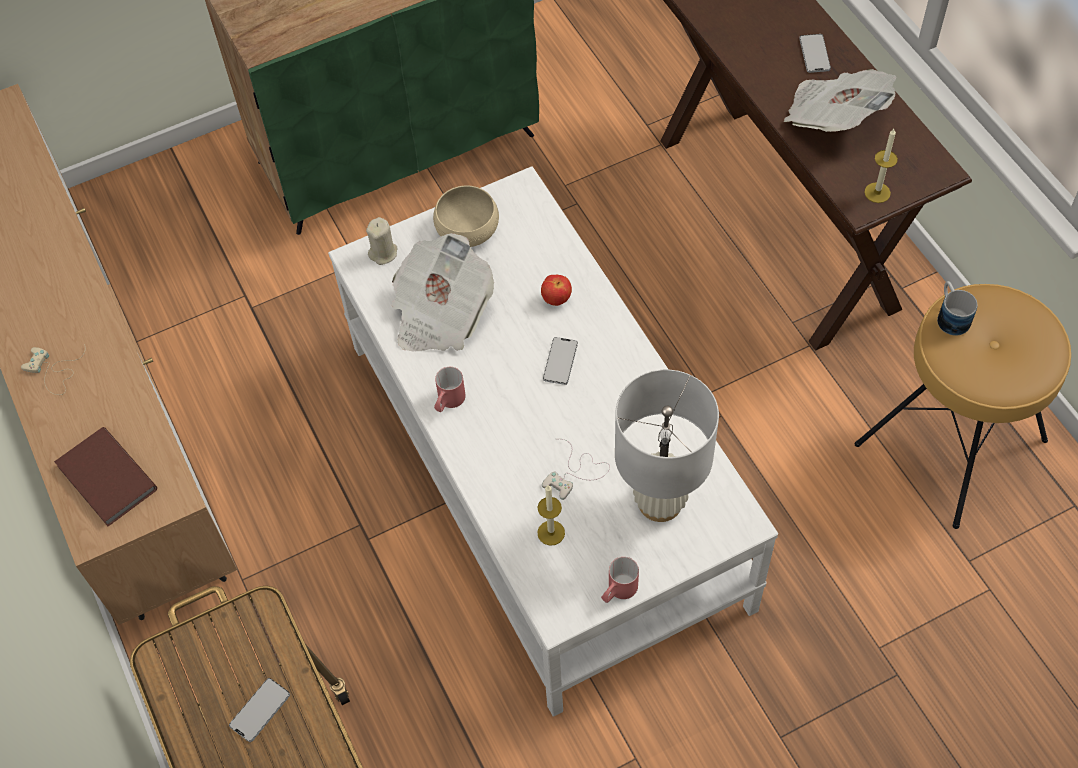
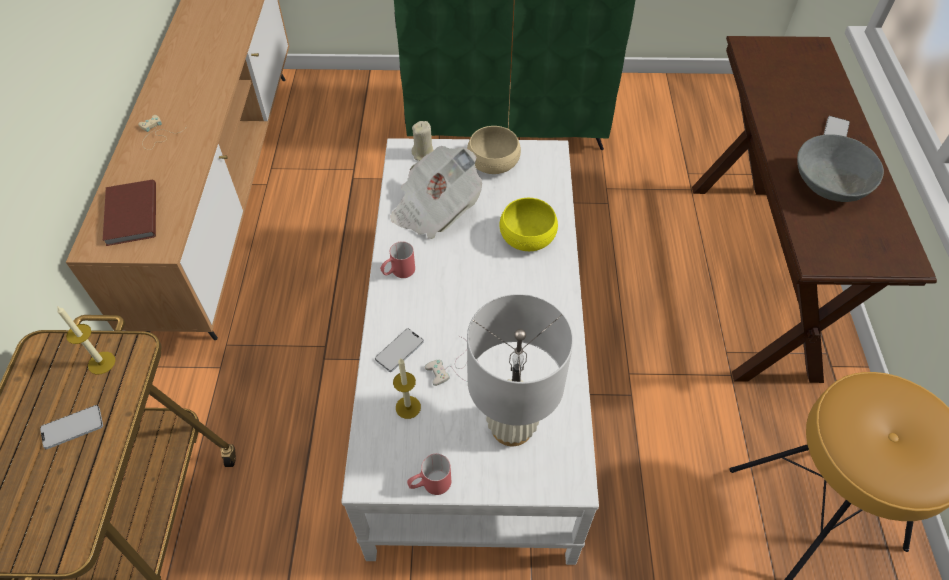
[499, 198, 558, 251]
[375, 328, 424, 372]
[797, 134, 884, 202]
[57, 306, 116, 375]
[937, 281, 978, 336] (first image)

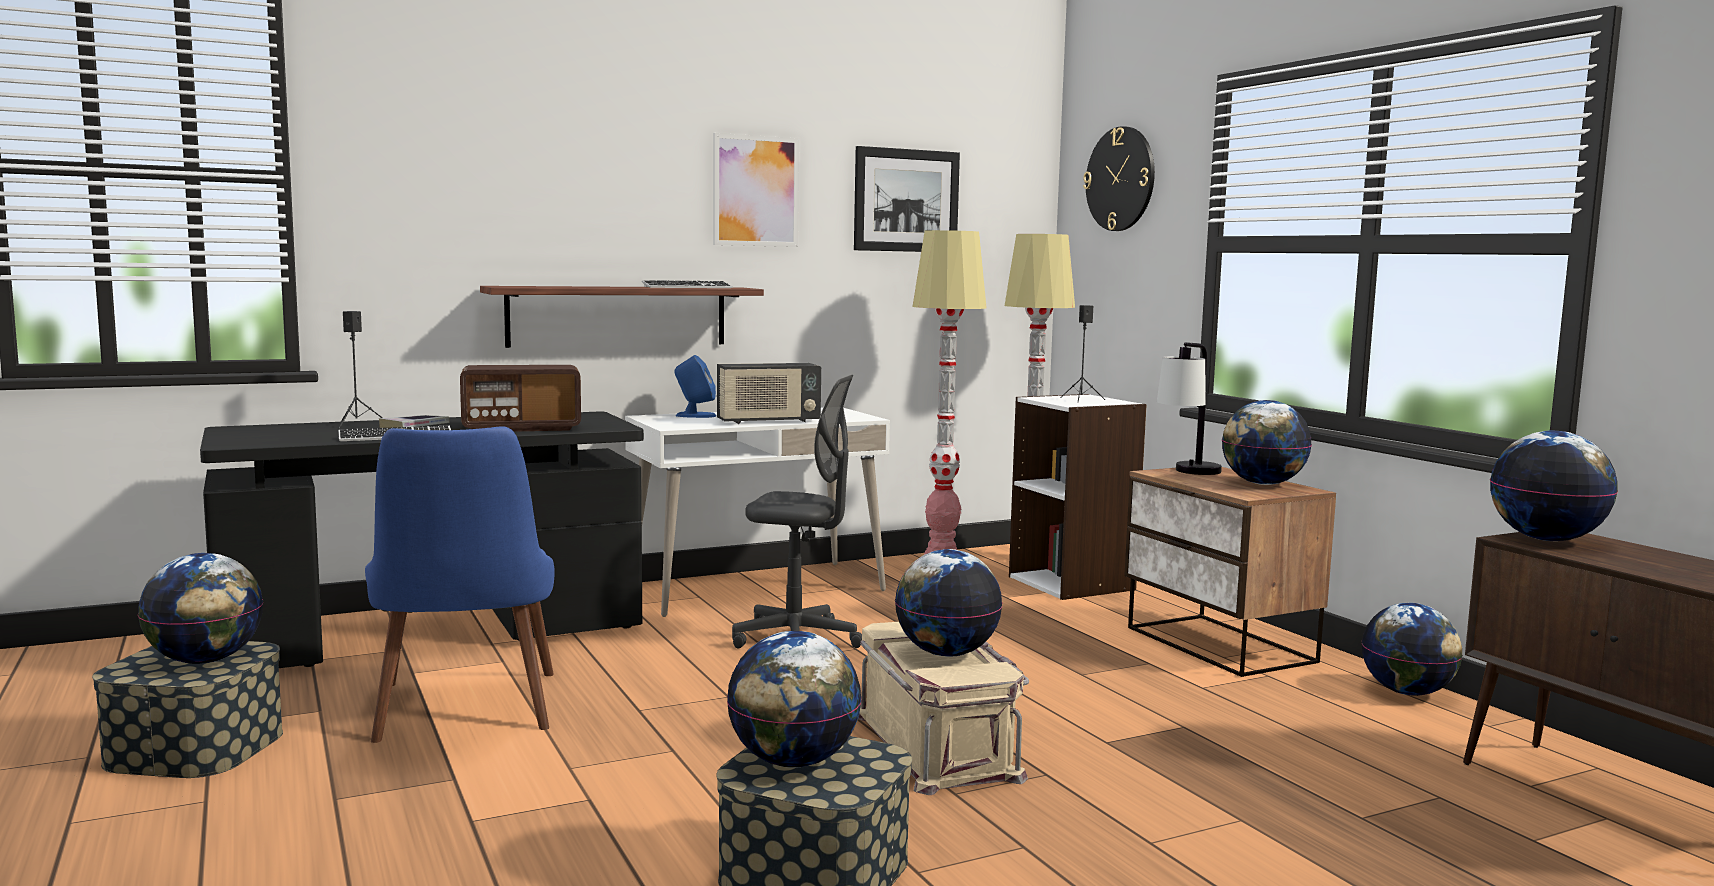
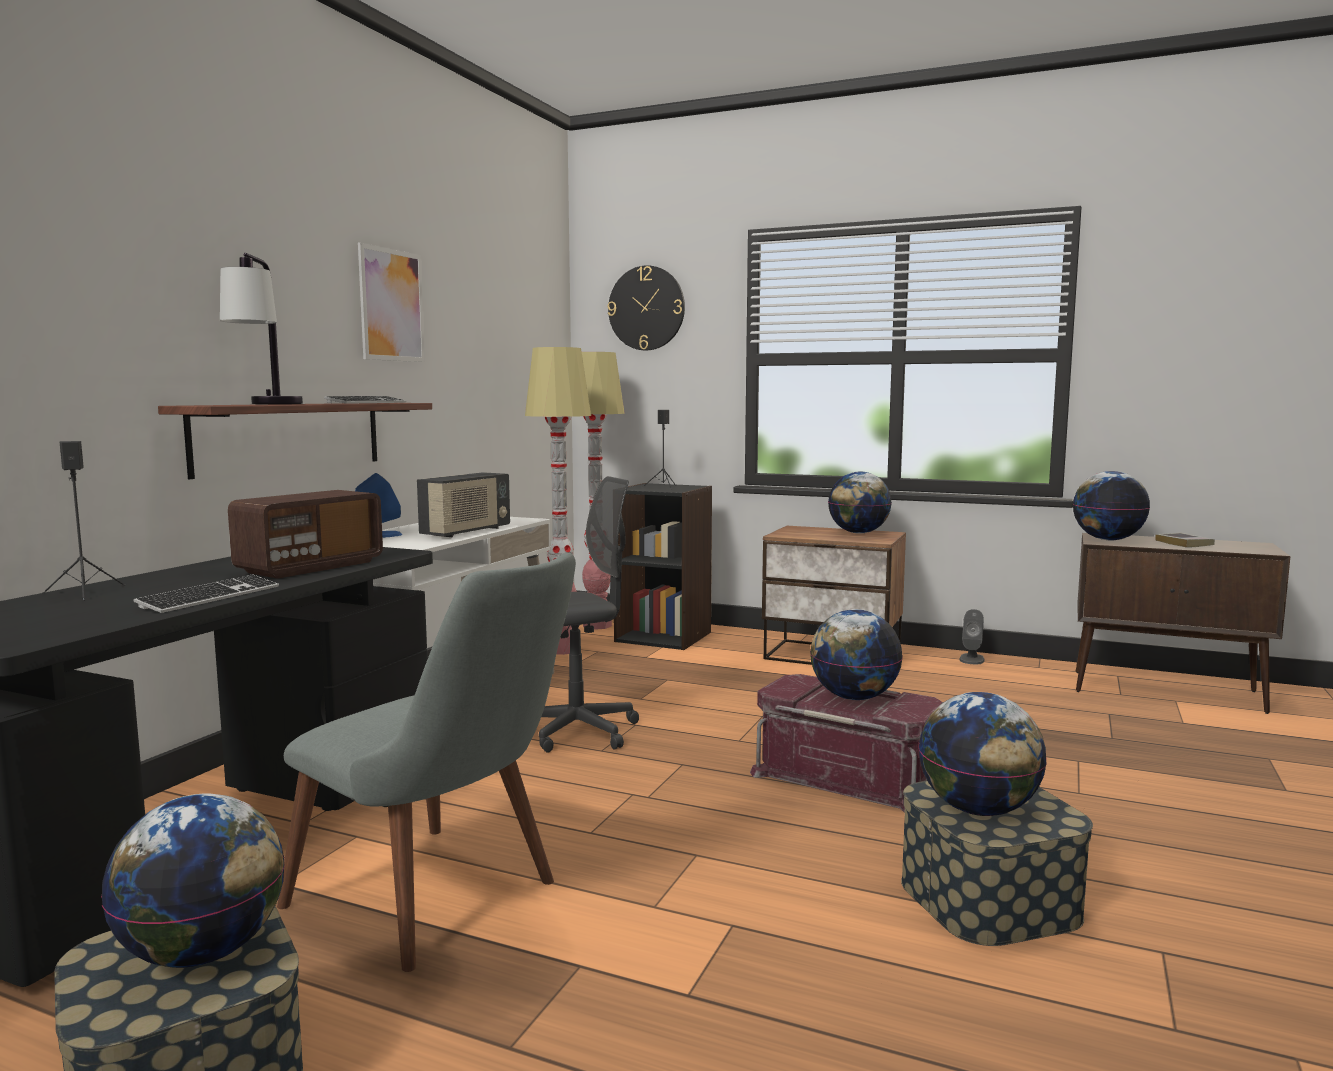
[277, 553, 576, 972]
[1156, 533, 1215, 548]
[854, 146, 960, 252] (first image)
[750, 674, 943, 813]
[614, 483, 712, 650]
[220, 253, 303, 404]
[960, 609, 985, 664]

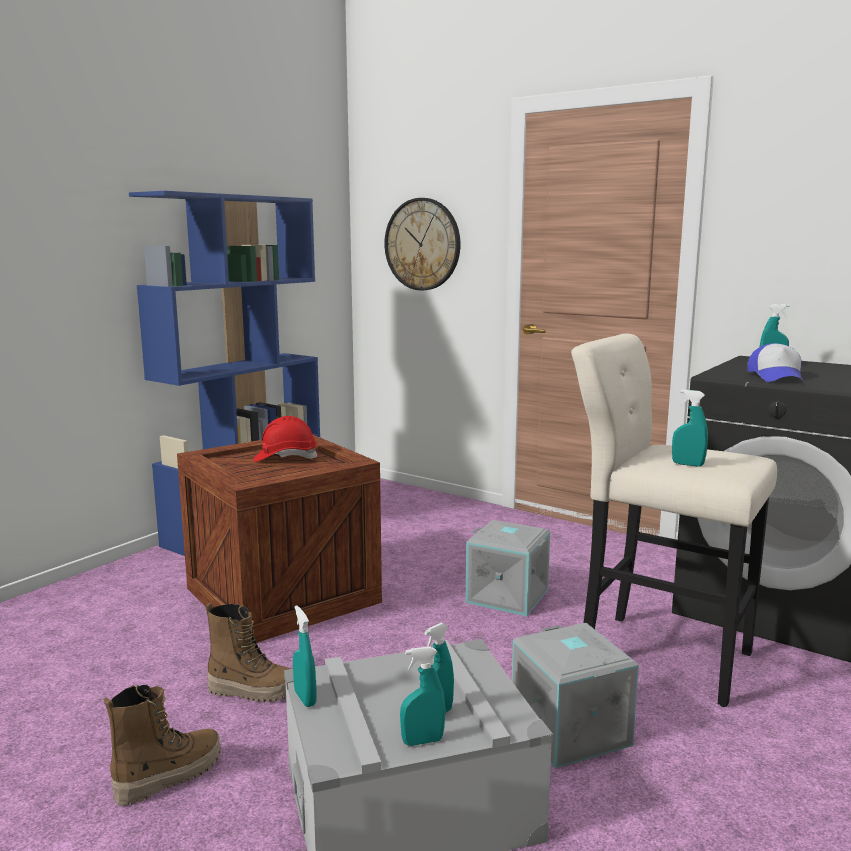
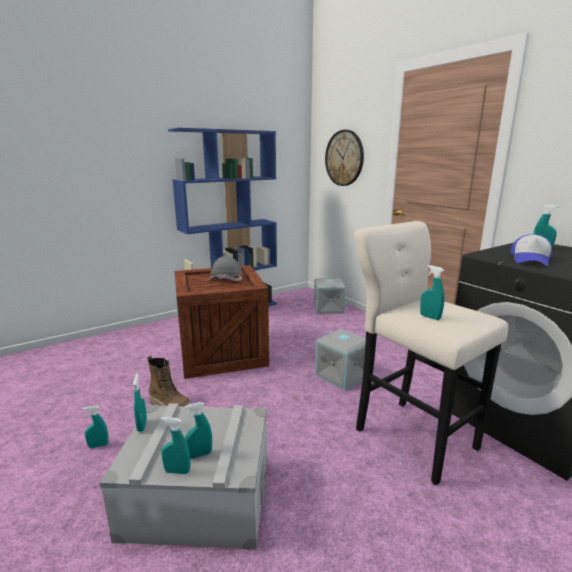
[83, 406, 109, 448]
[207, 256, 242, 281]
[314, 278, 346, 314]

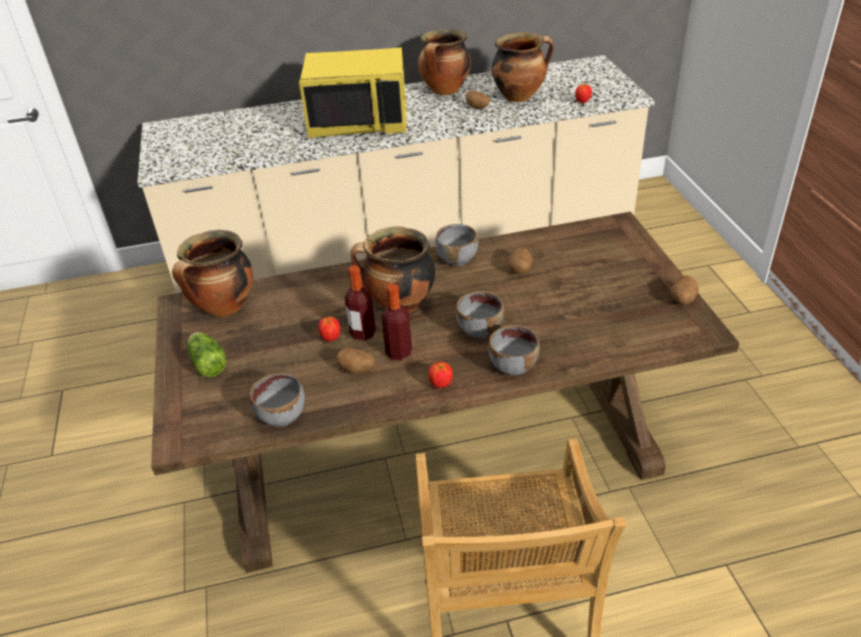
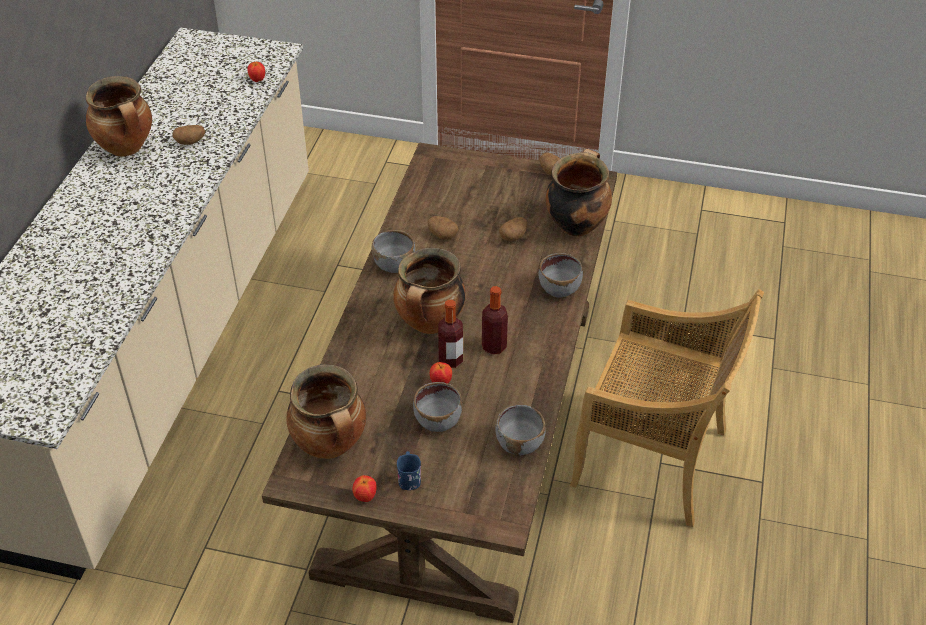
[397, 451, 421, 490]
[299, 47, 406, 138] (first image)
[499, 217, 528, 241]
[353, 475, 377, 502]
[413, 382, 462, 432]
[546, 149, 612, 236]

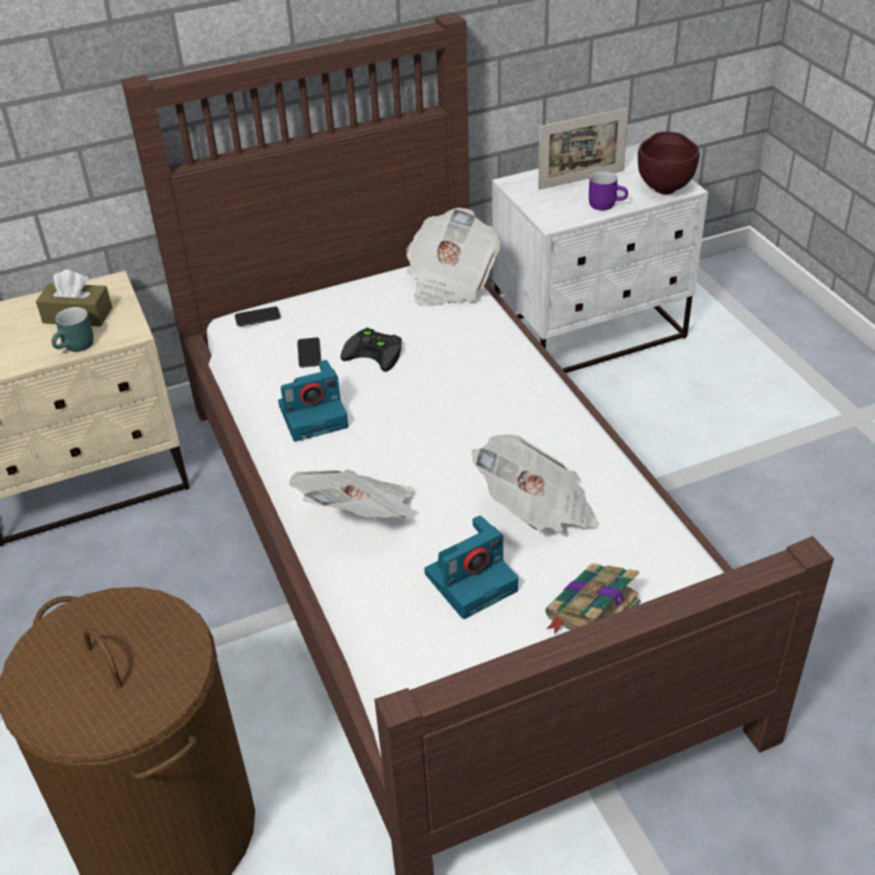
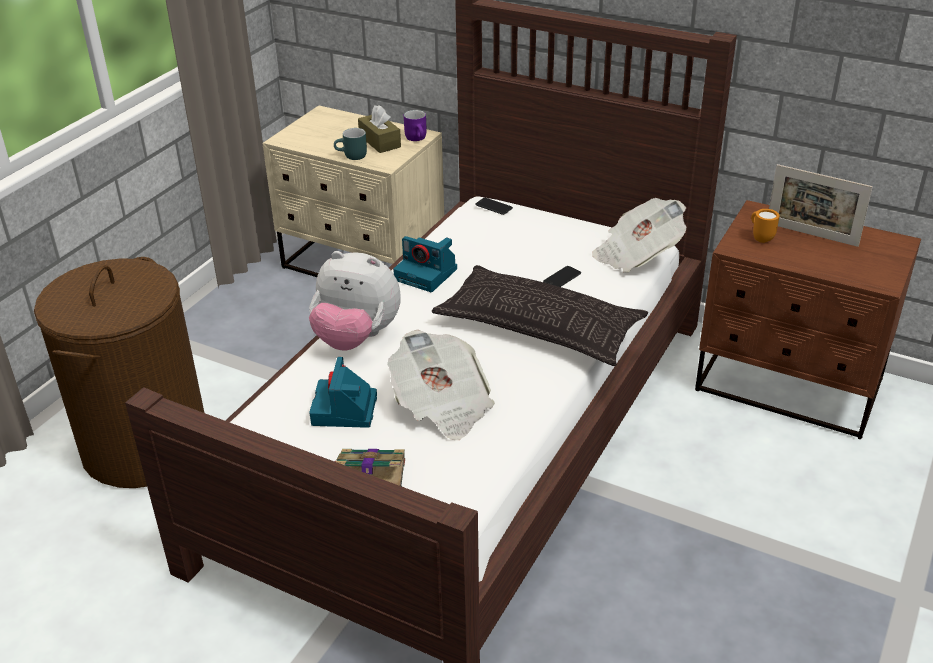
[309, 251, 400, 351]
[543, 266, 581, 287]
[341, 328, 402, 372] (first image)
[309, 357, 377, 428]
[695, 200, 921, 439]
[404, 110, 426, 141]
[638, 132, 699, 194] (first image)
[431, 265, 648, 366]
[751, 209, 780, 243]

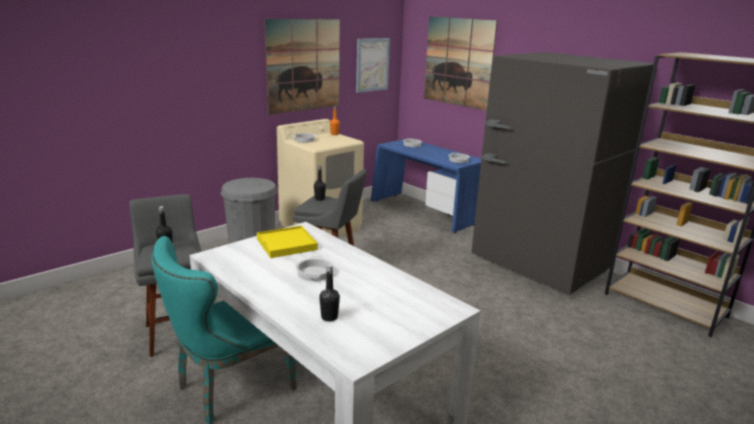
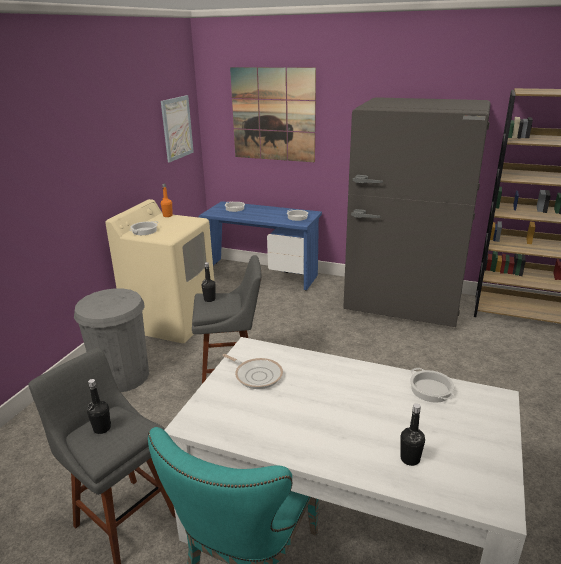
[222, 354, 283, 389]
[264, 19, 340, 114] (first image)
[410, 368, 455, 403]

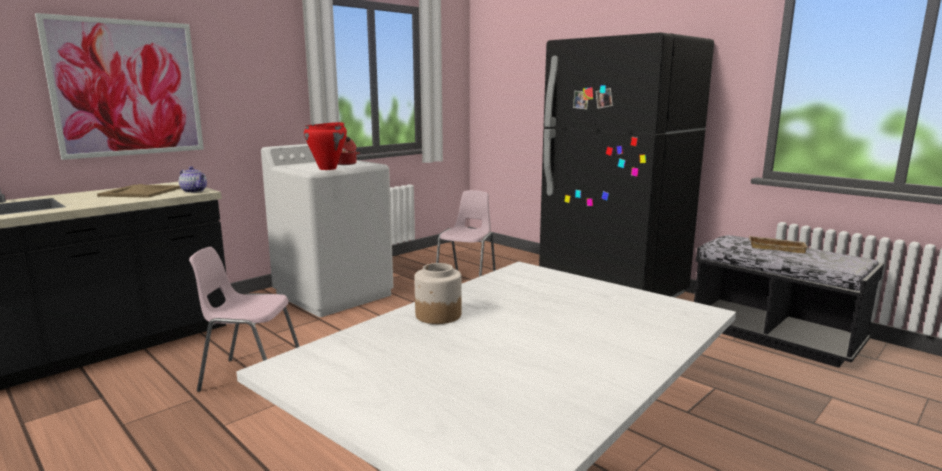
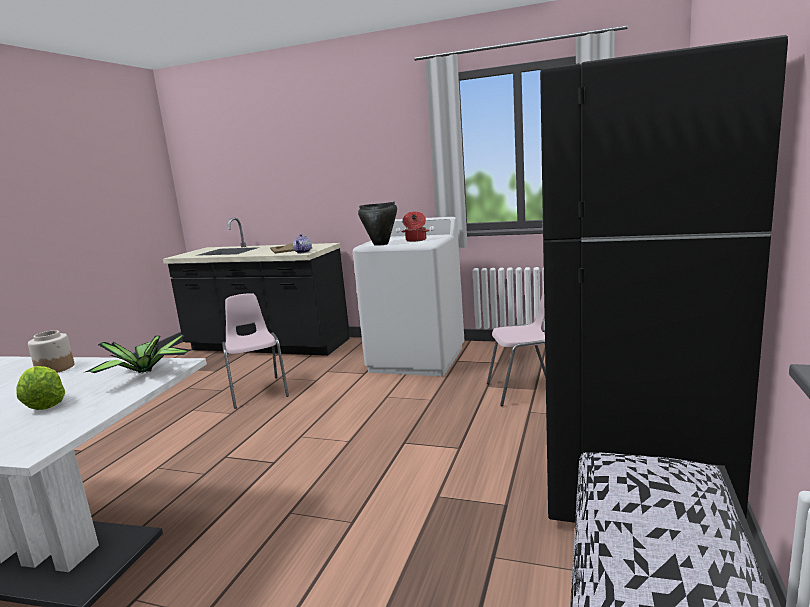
[35, 13, 204, 160] (first image)
[358, 202, 397, 246]
[749, 236, 808, 253] (first image)
[16, 366, 65, 410]
[86, 334, 191, 373]

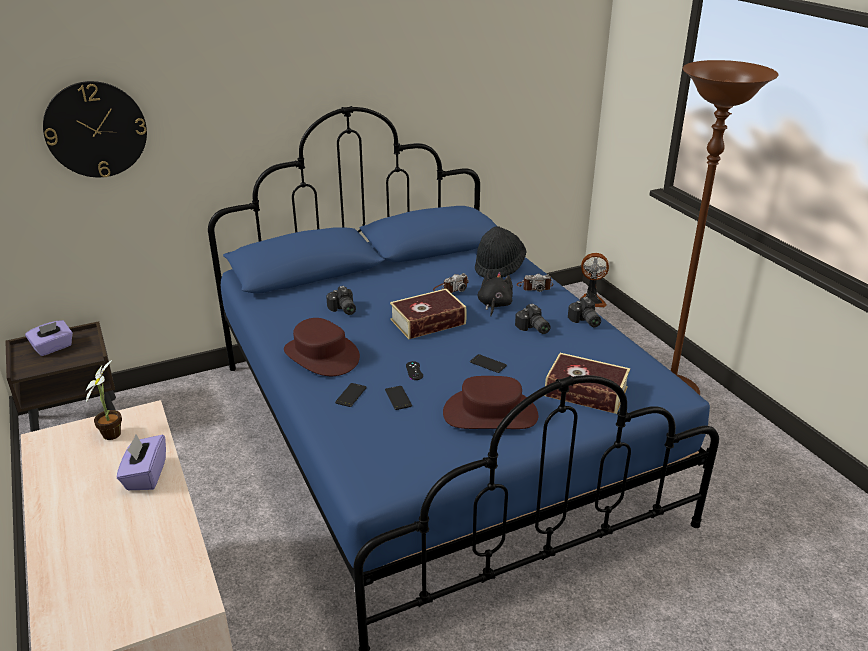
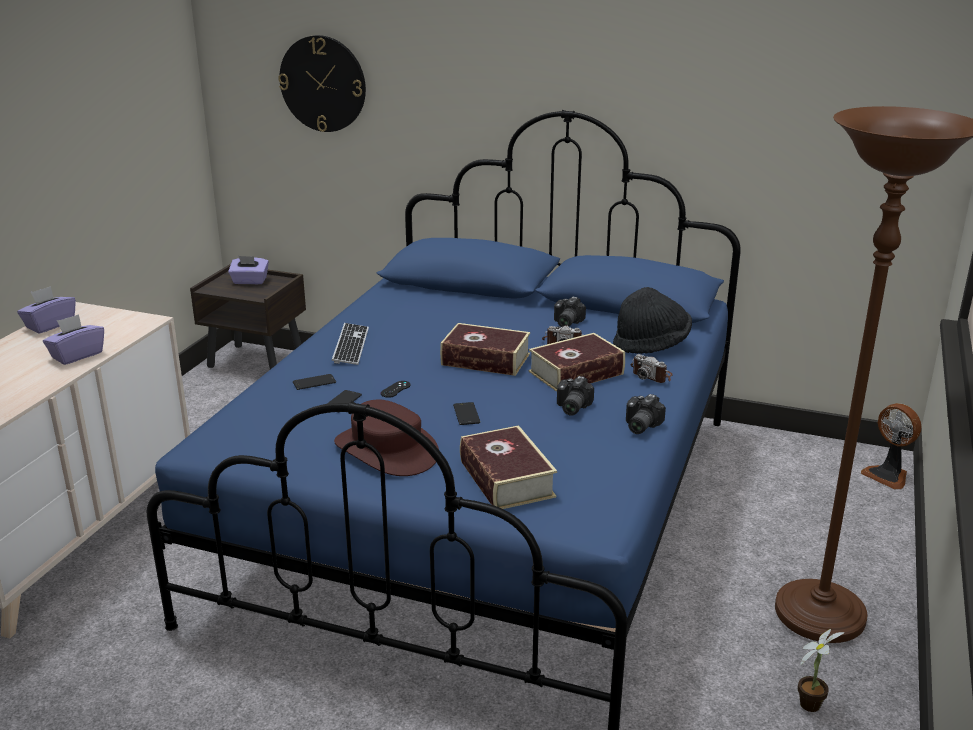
[798, 629, 845, 712]
[332, 323, 369, 365]
[554, 297, 586, 327]
[529, 333, 625, 392]
[17, 286, 76, 334]

